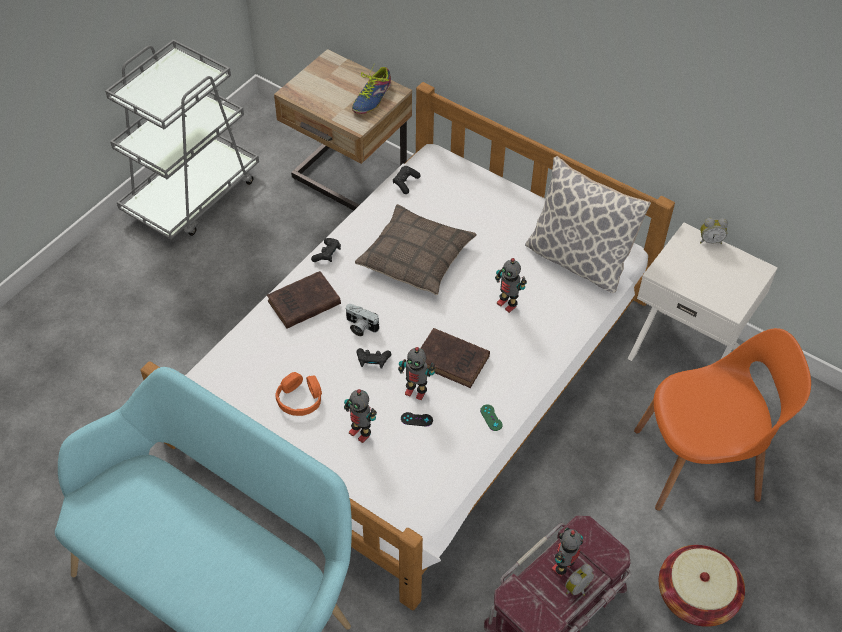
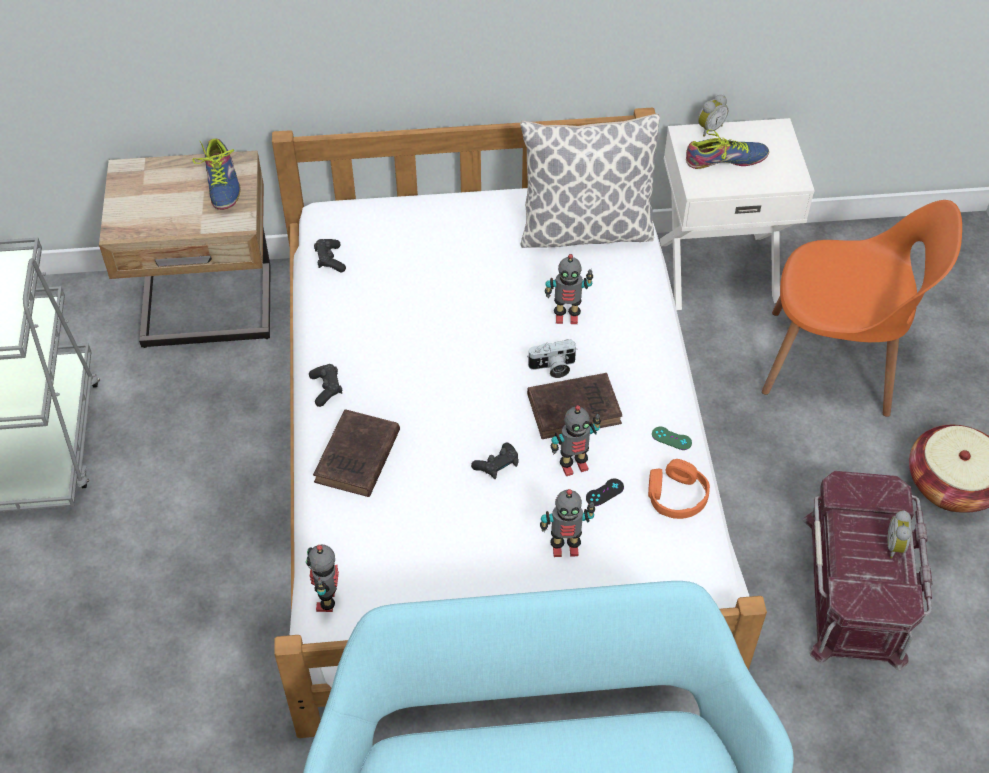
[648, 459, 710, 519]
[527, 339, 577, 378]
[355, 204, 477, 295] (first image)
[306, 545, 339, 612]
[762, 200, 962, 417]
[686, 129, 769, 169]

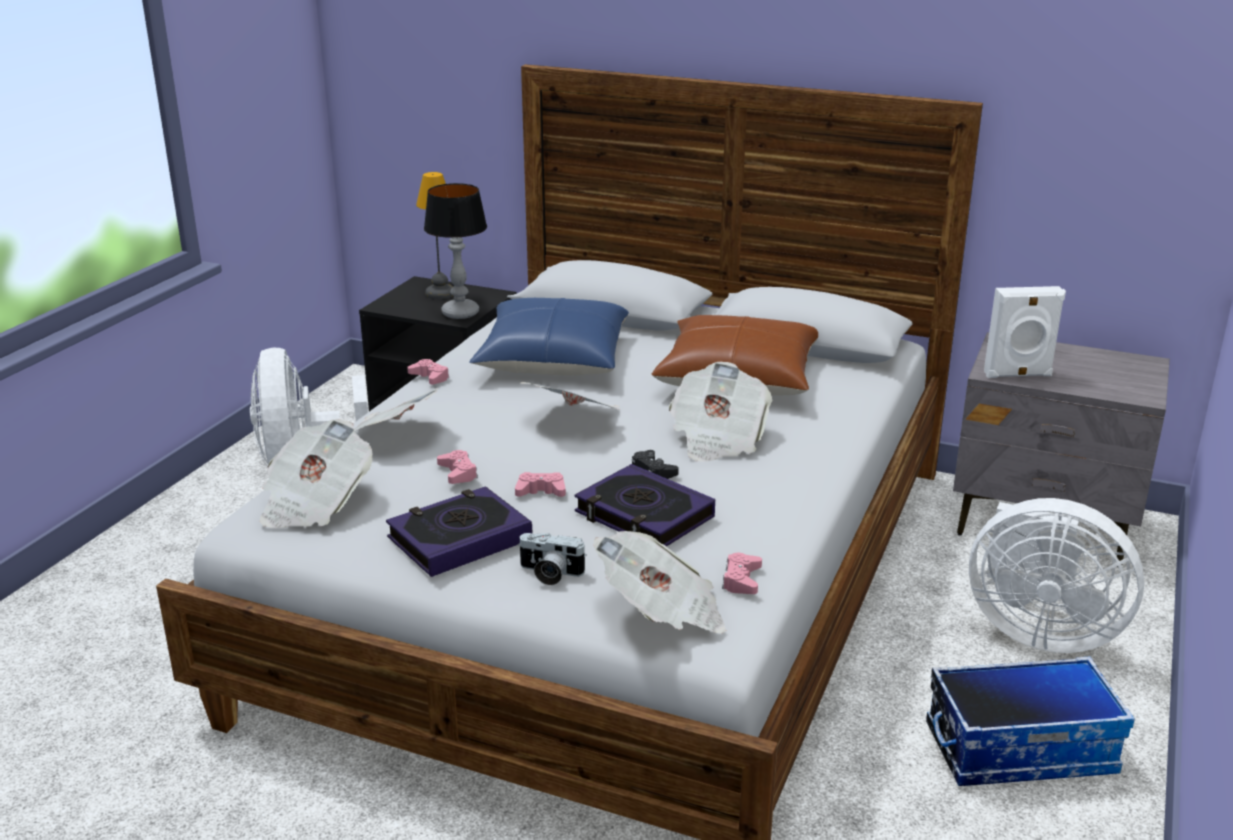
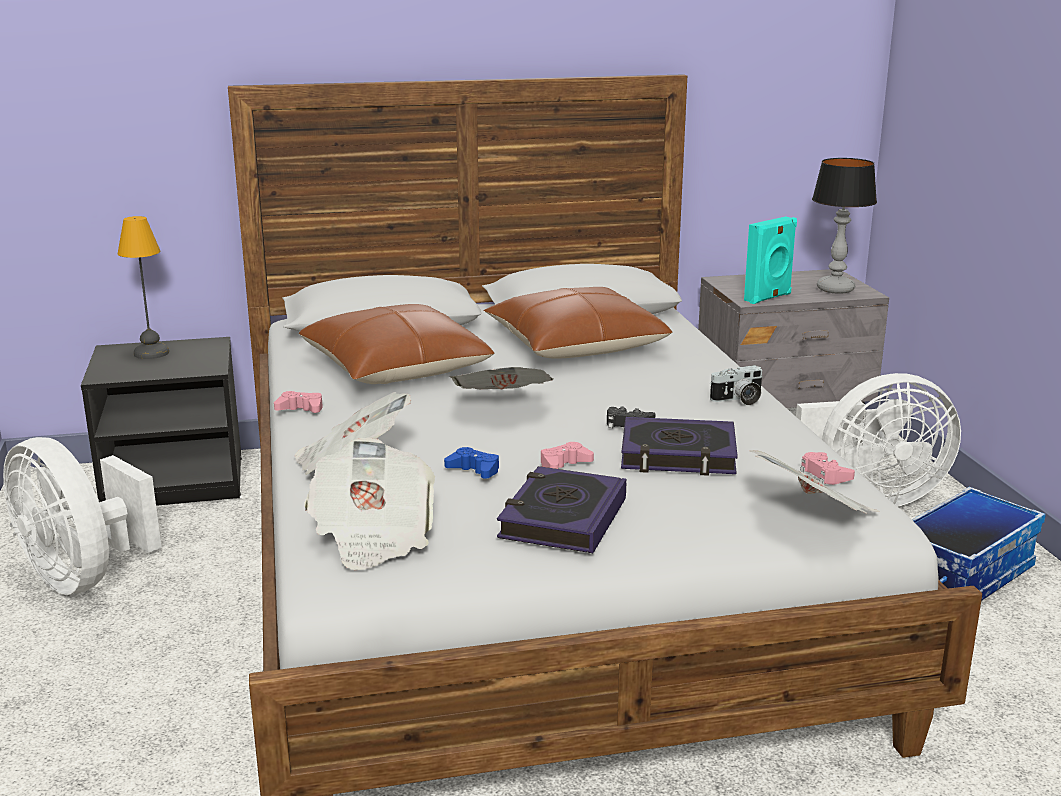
[812, 158, 877, 294]
[444, 447, 499, 479]
[299, 304, 494, 384]
[710, 365, 763, 405]
[669, 362, 772, 462] (first image)
[744, 216, 797, 304]

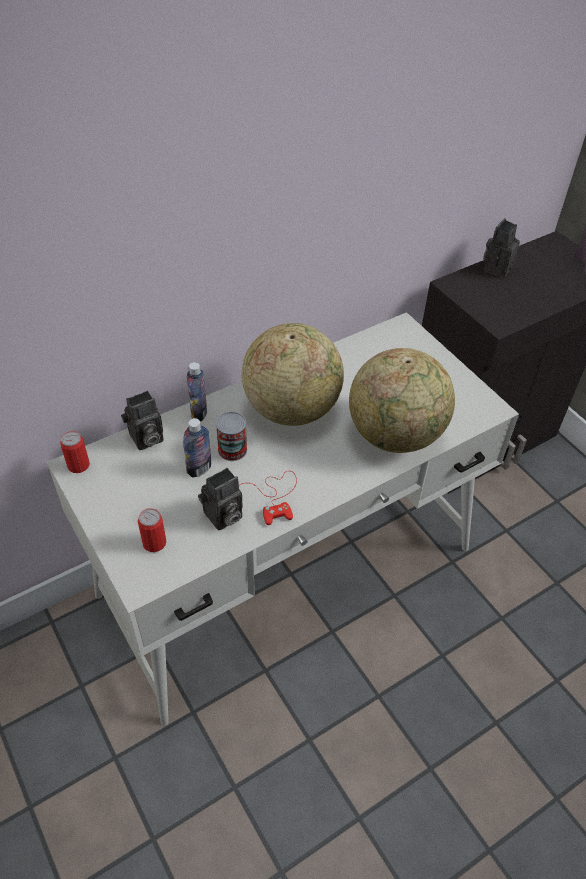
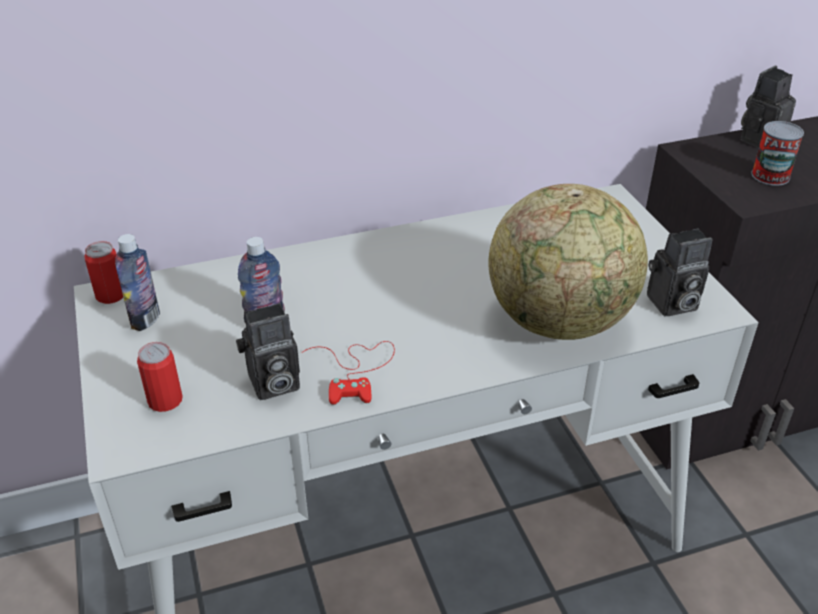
[647, 228, 712, 316]
[115, 234, 160, 331]
[751, 121, 804, 186]
[242, 323, 344, 426] (first image)

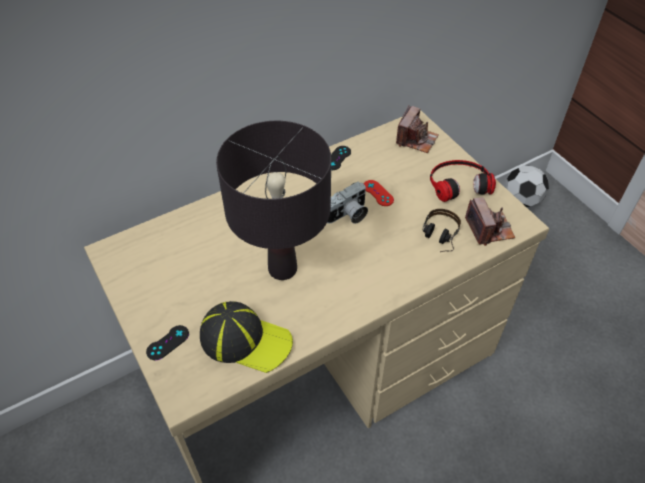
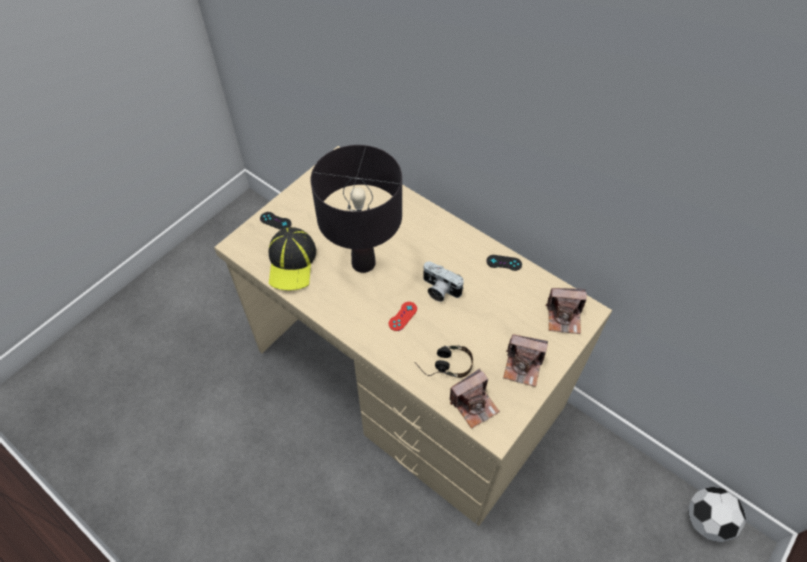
[389, 302, 417, 331]
[503, 334, 548, 387]

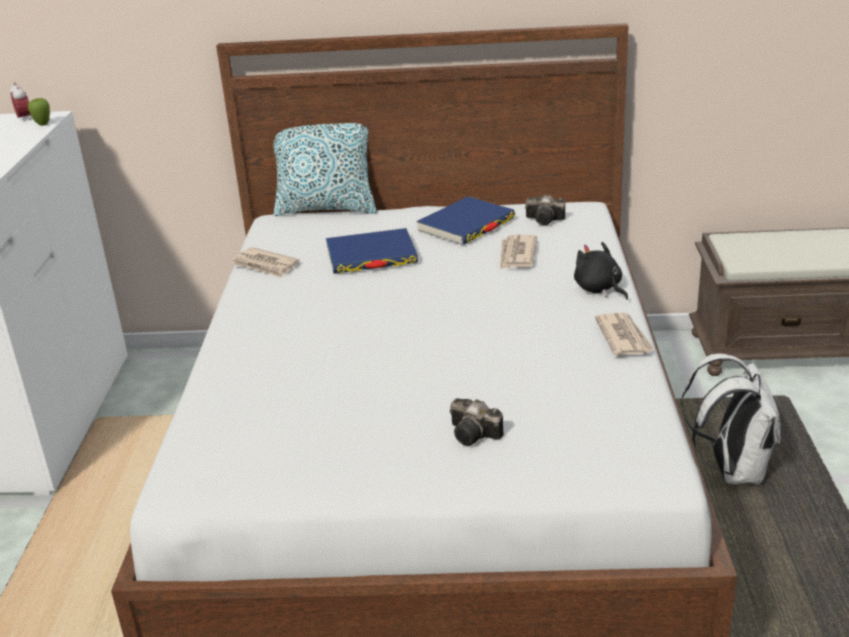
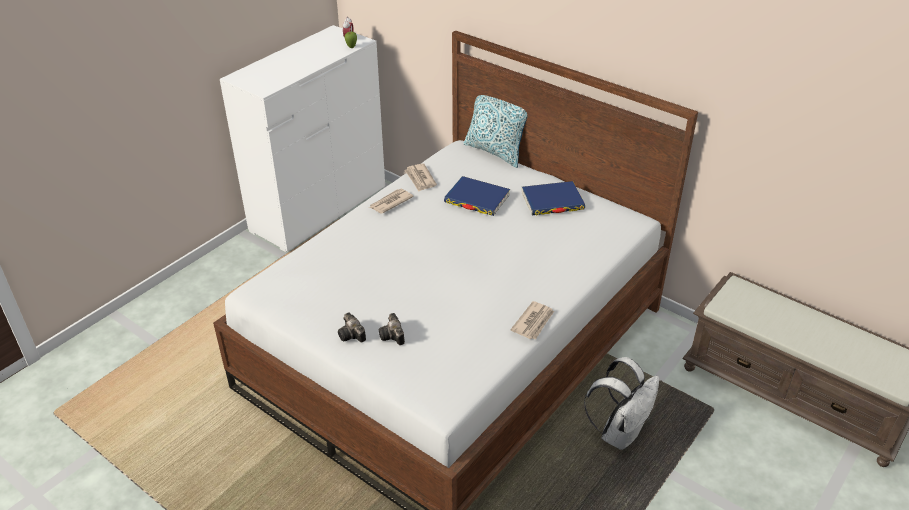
[369, 189, 414, 214]
[338, 312, 366, 342]
[574, 242, 628, 300] (first image)

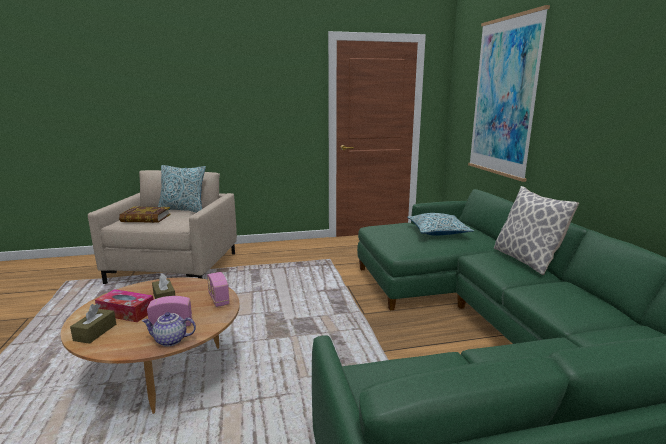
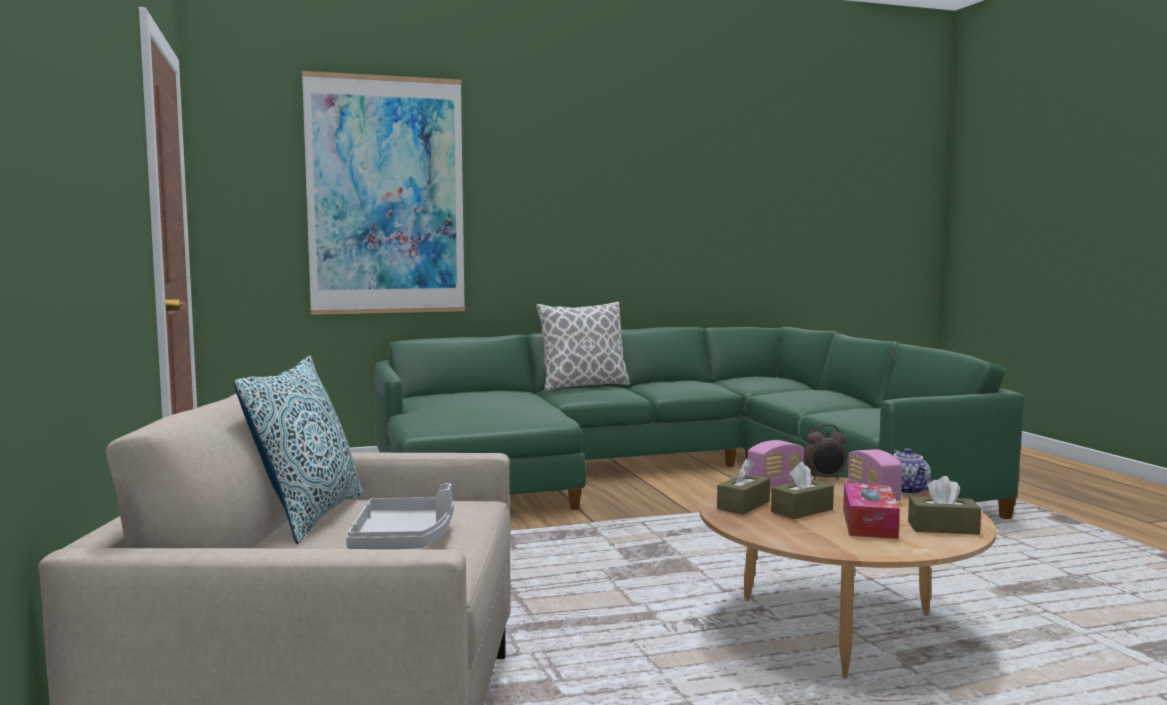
[346, 483, 454, 549]
[407, 213, 474, 236] (first image)
[717, 458, 770, 515]
[804, 424, 847, 480]

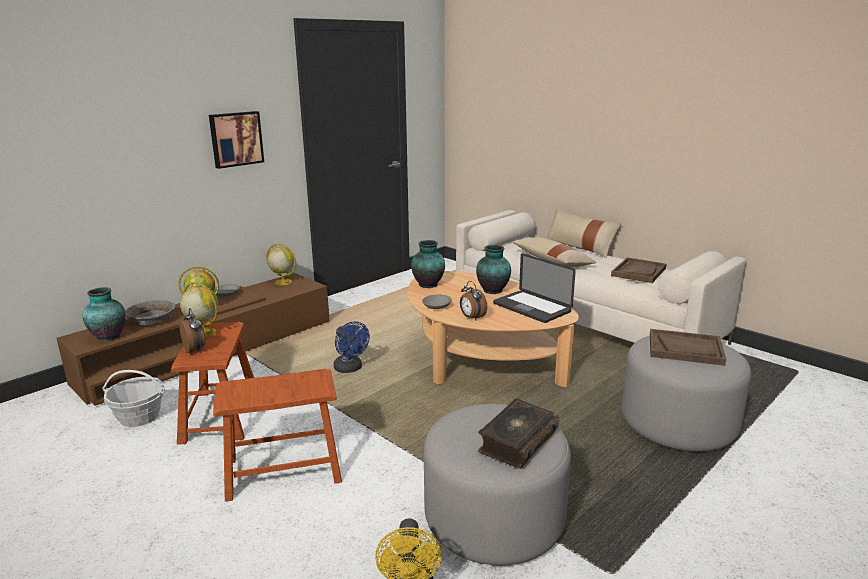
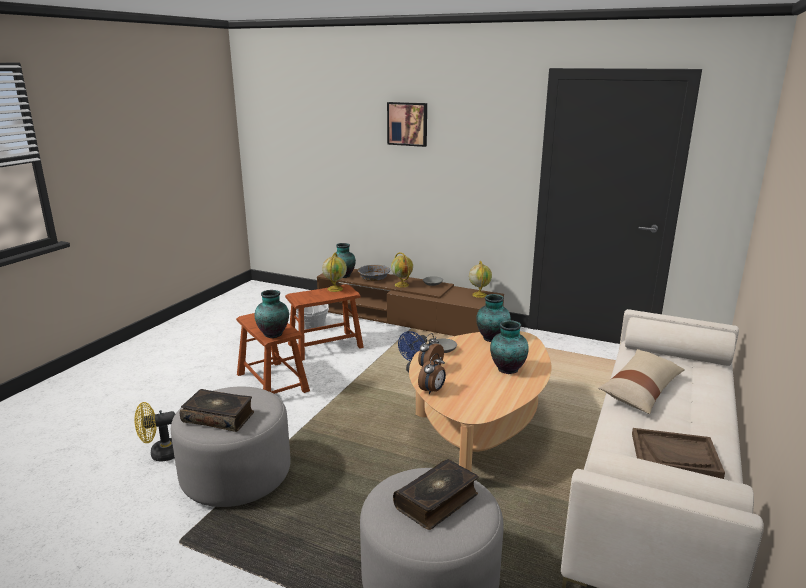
[418, 353, 446, 395]
[387, 102, 427, 147]
[493, 253, 576, 323] (first image)
[546, 208, 621, 258] (first image)
[393, 459, 479, 530]
[255, 290, 289, 338]

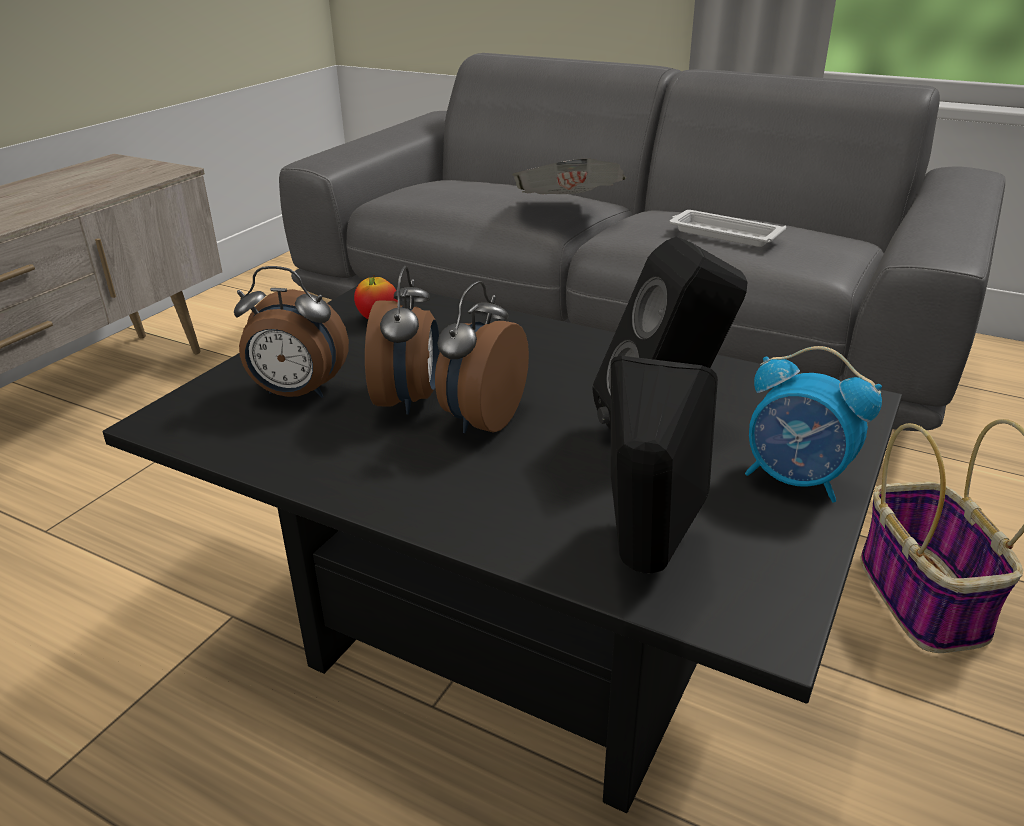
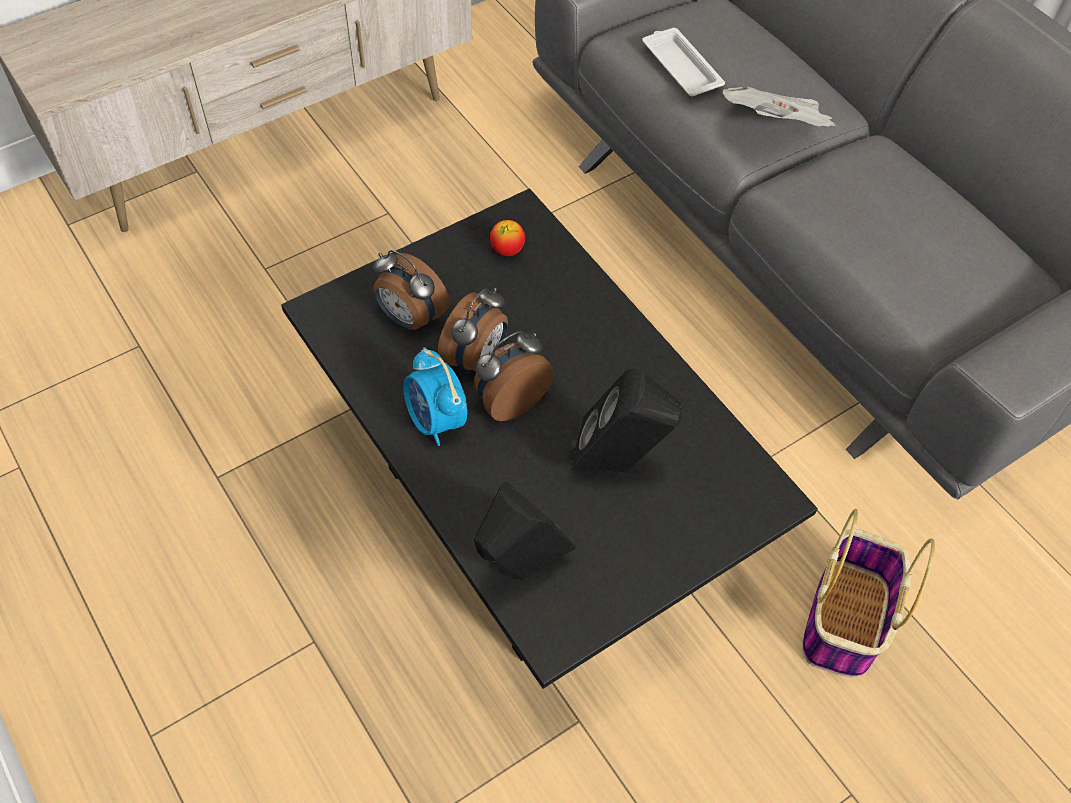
[642, 28, 725, 96]
[403, 347, 467, 446]

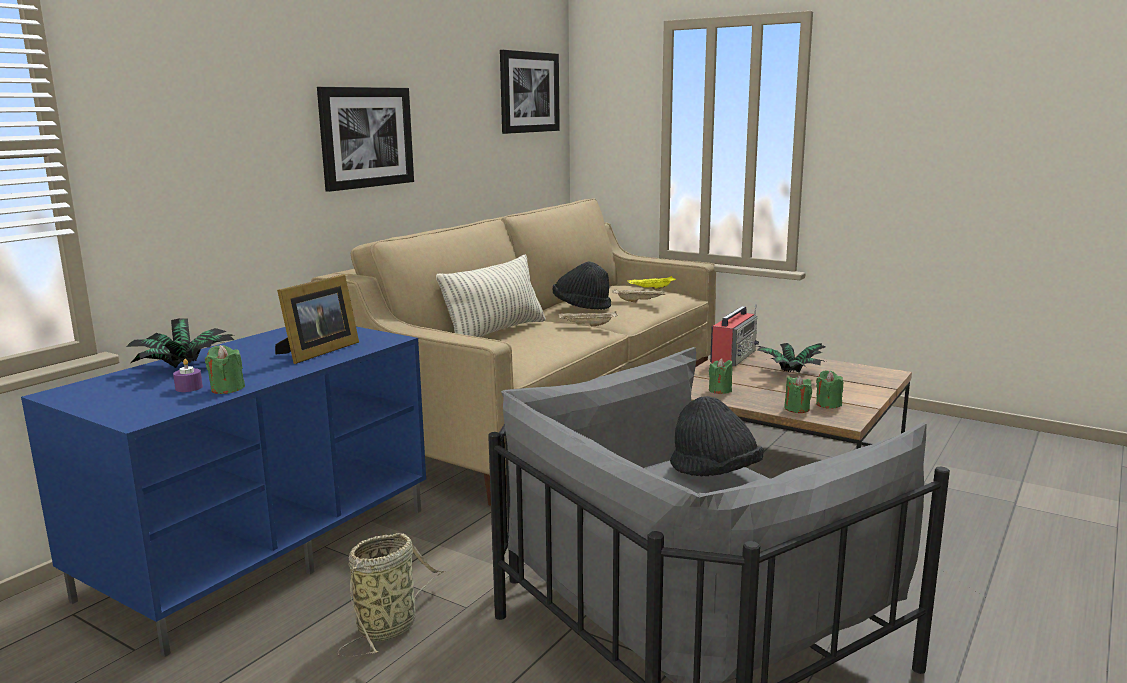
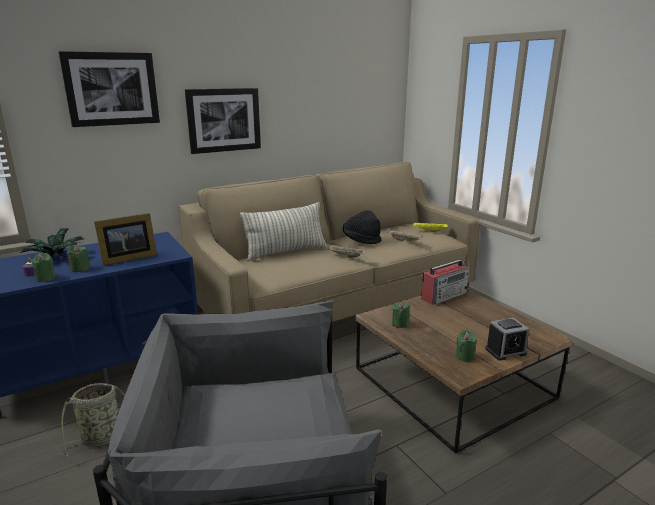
[59, 51, 160, 127]
[670, 396, 764, 476] (first image)
[757, 343, 826, 373] (first image)
[67, 245, 91, 272]
[485, 318, 529, 361]

